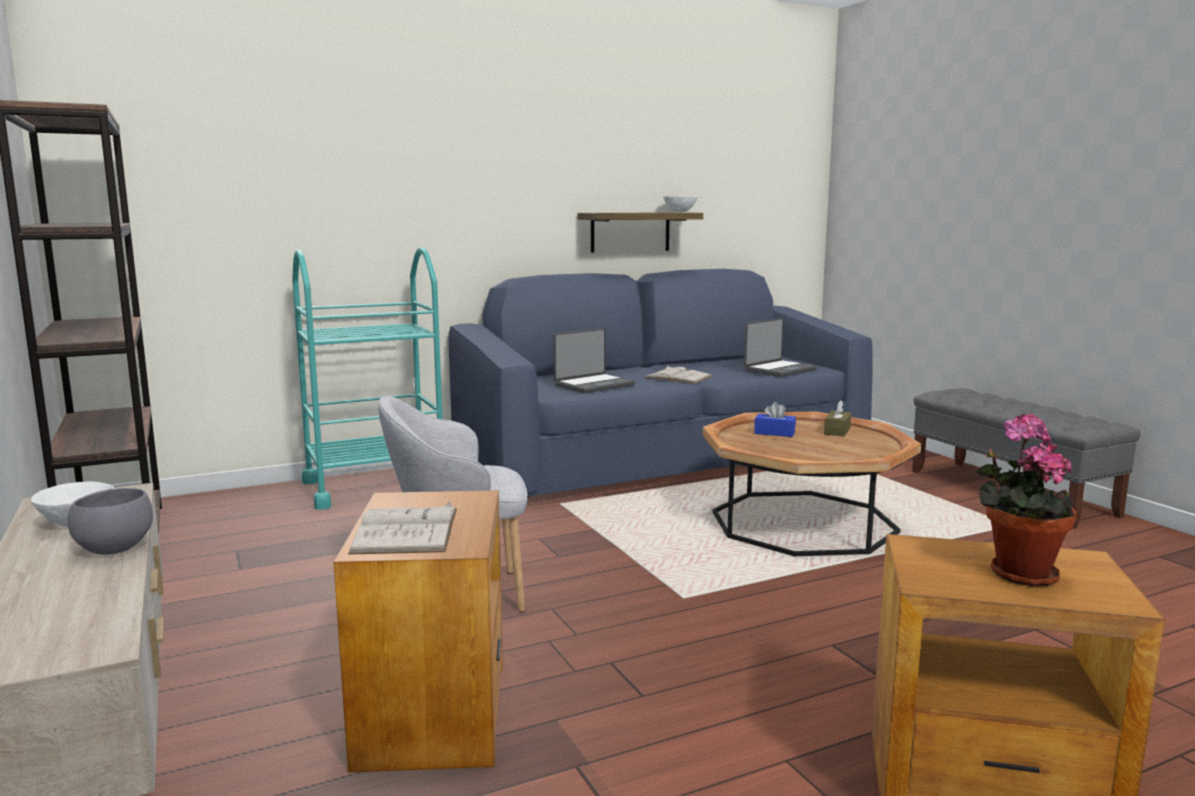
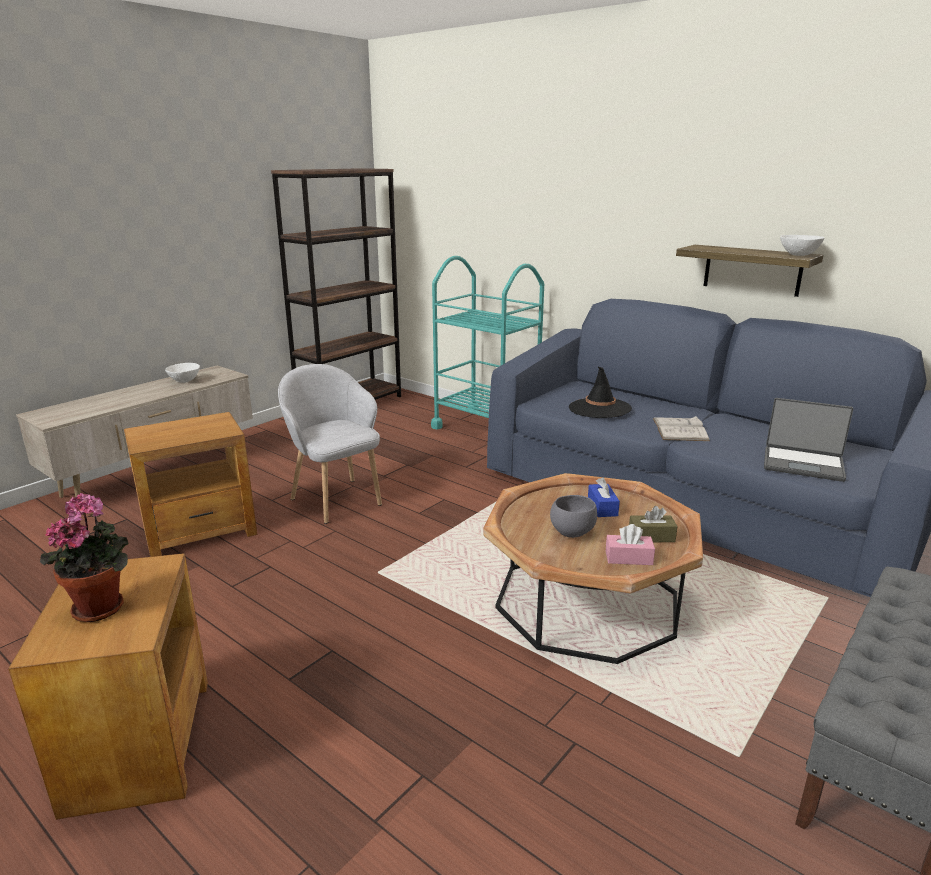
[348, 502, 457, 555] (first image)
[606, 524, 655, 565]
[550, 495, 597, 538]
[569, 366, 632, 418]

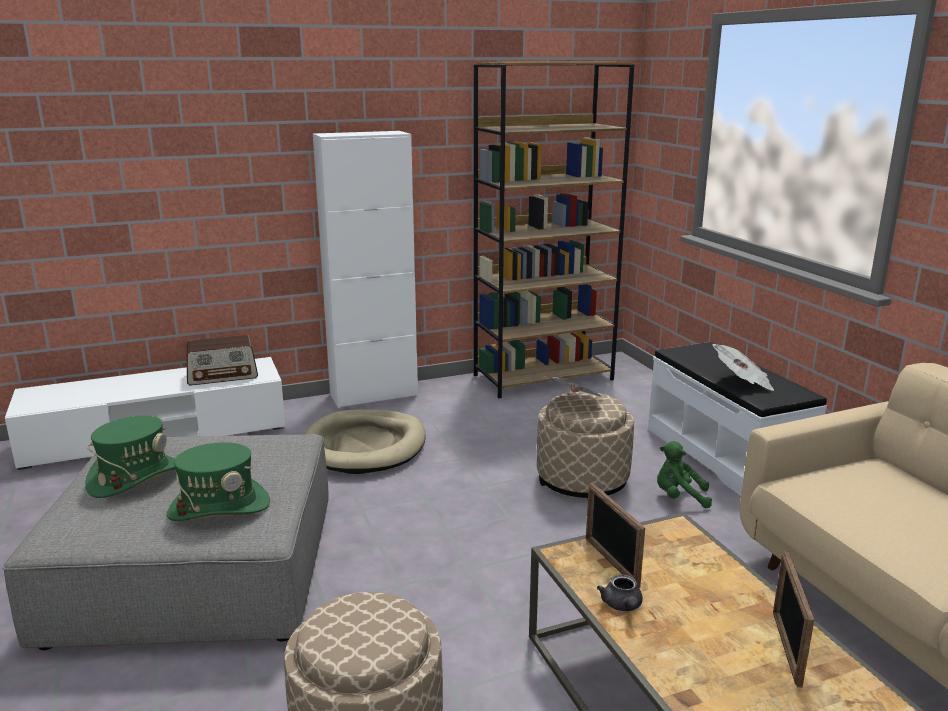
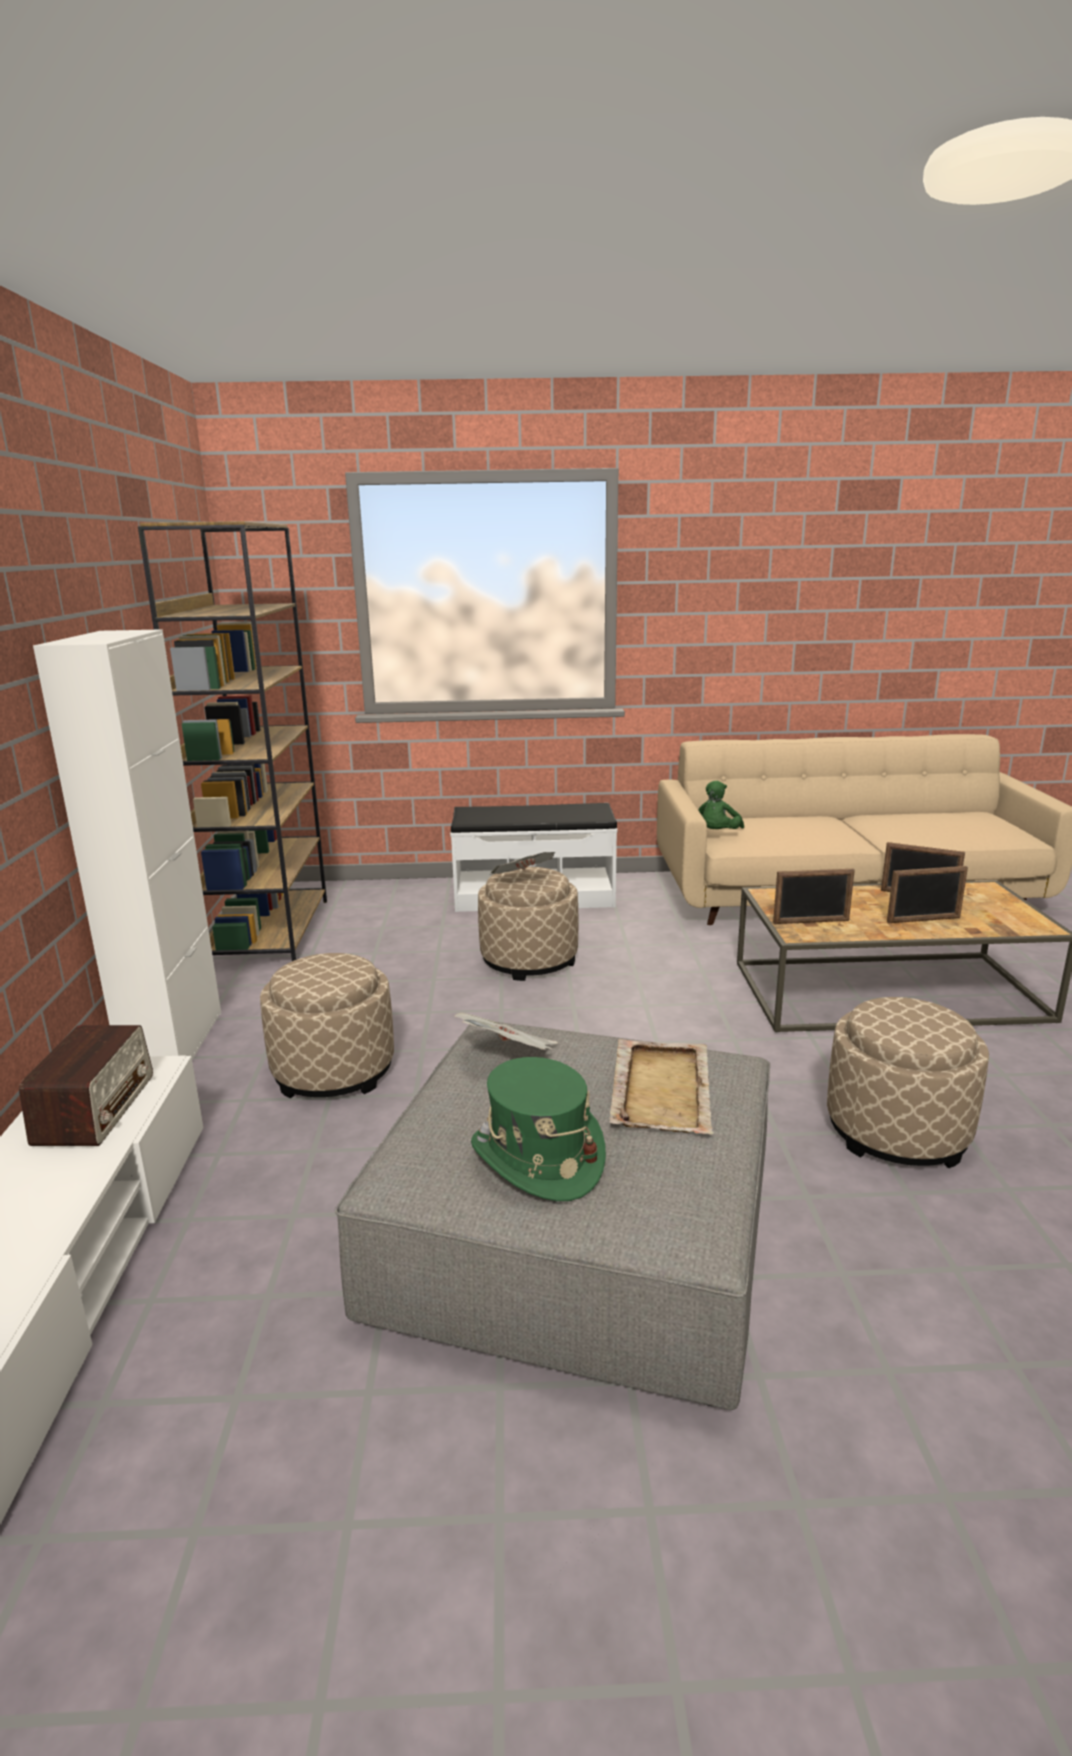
[597, 574, 643, 611] (first image)
[887, 866, 968, 923]
[698, 781, 744, 829]
[454, 1013, 558, 1050]
[609, 1039, 714, 1135]
[260, 953, 394, 1098]

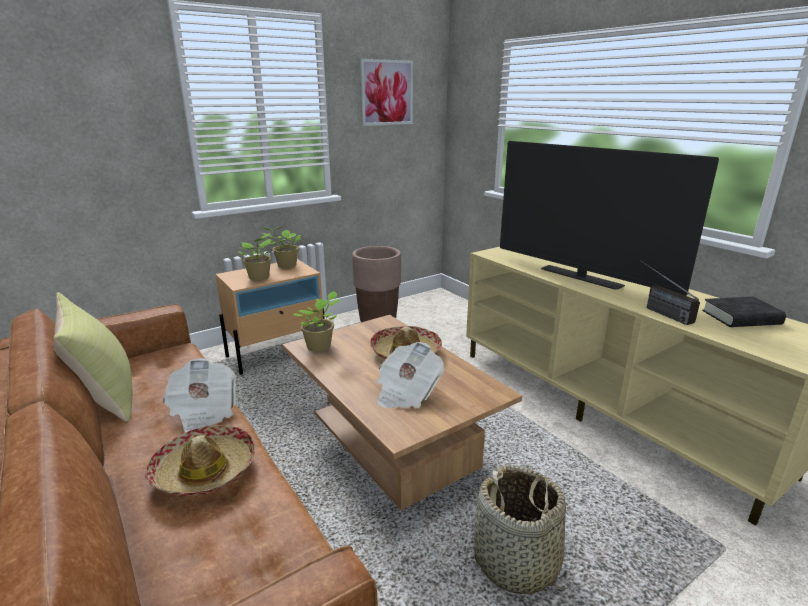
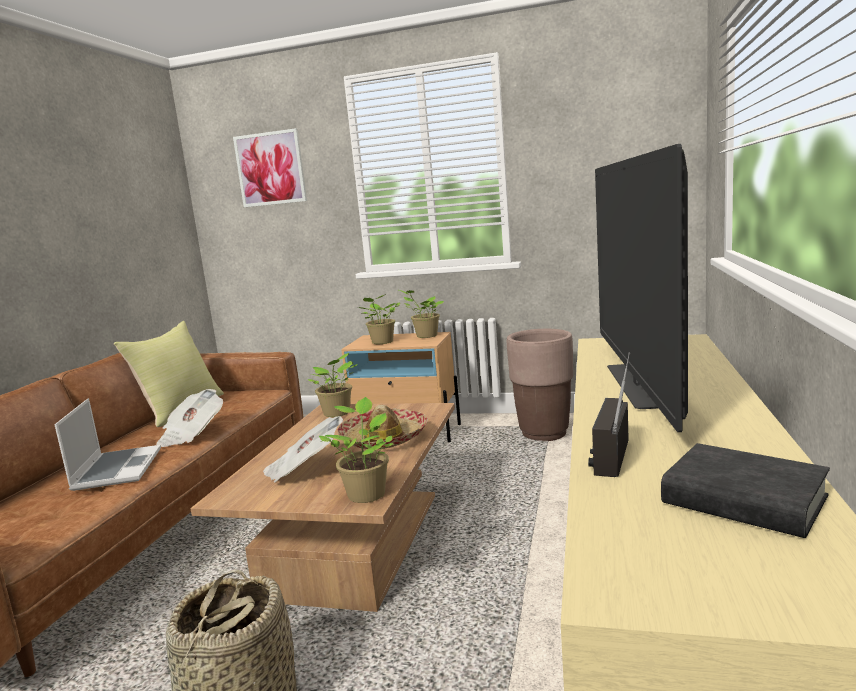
[319, 397, 394, 503]
[233, 128, 307, 207]
[55, 398, 161, 491]

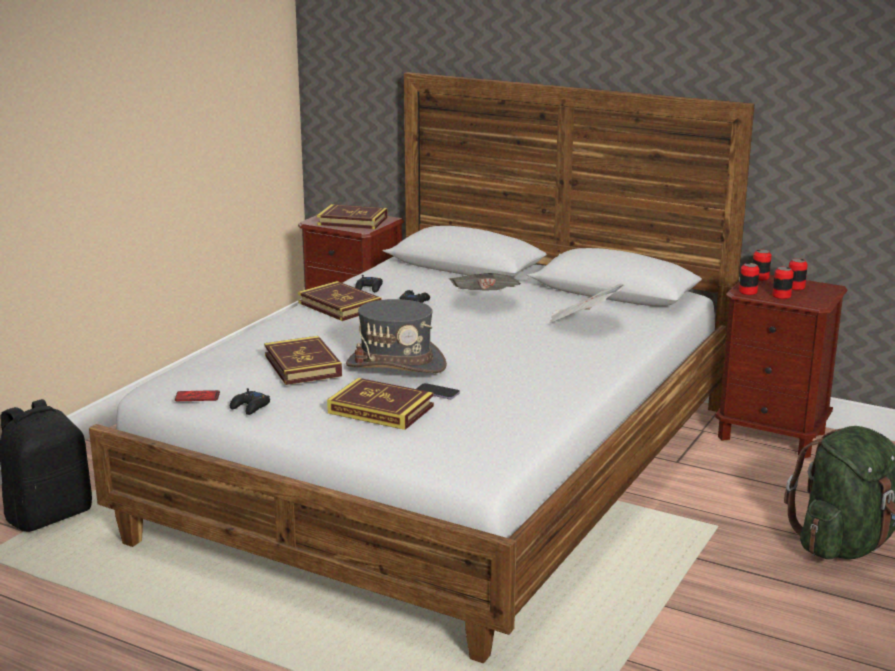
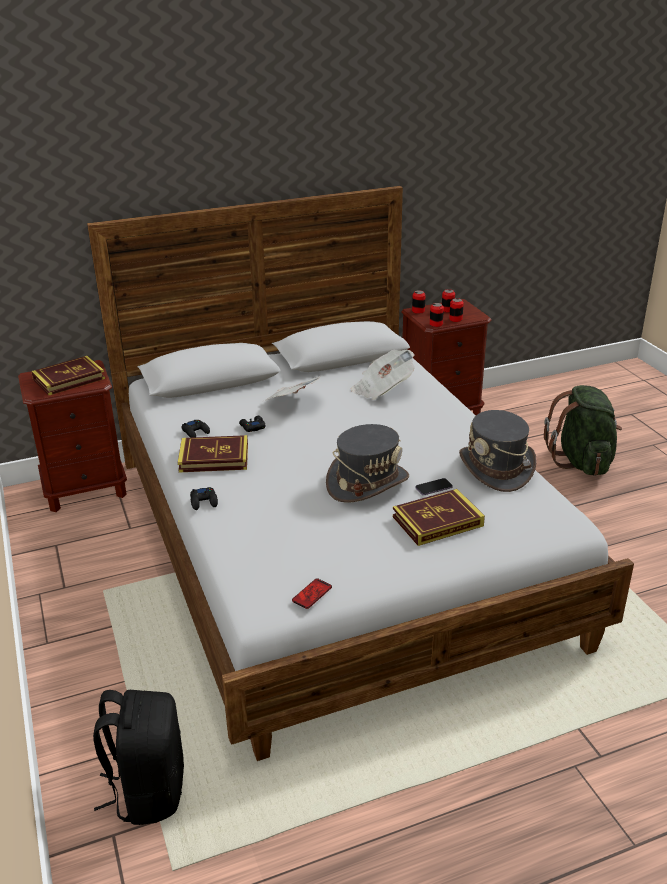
[264, 336, 342, 385] (first image)
[459, 410, 537, 492]
[190, 487, 218, 510]

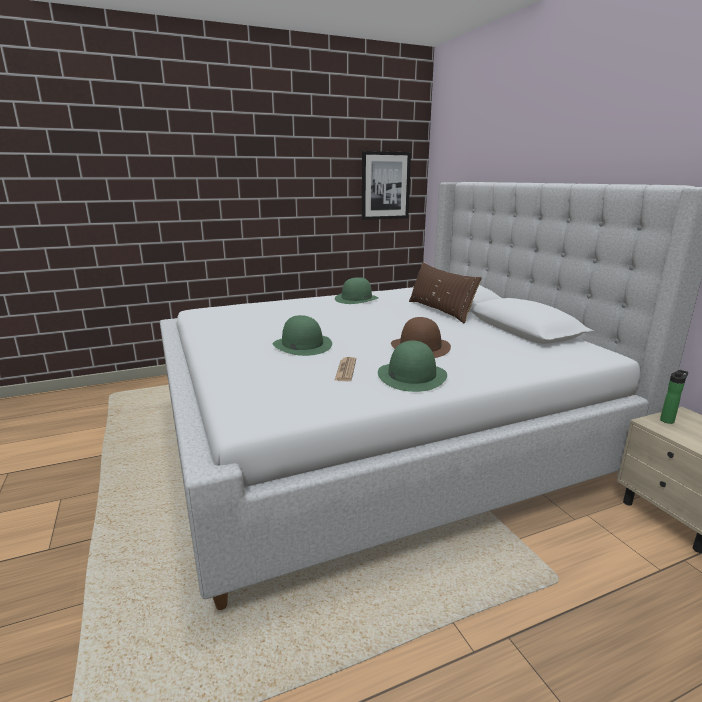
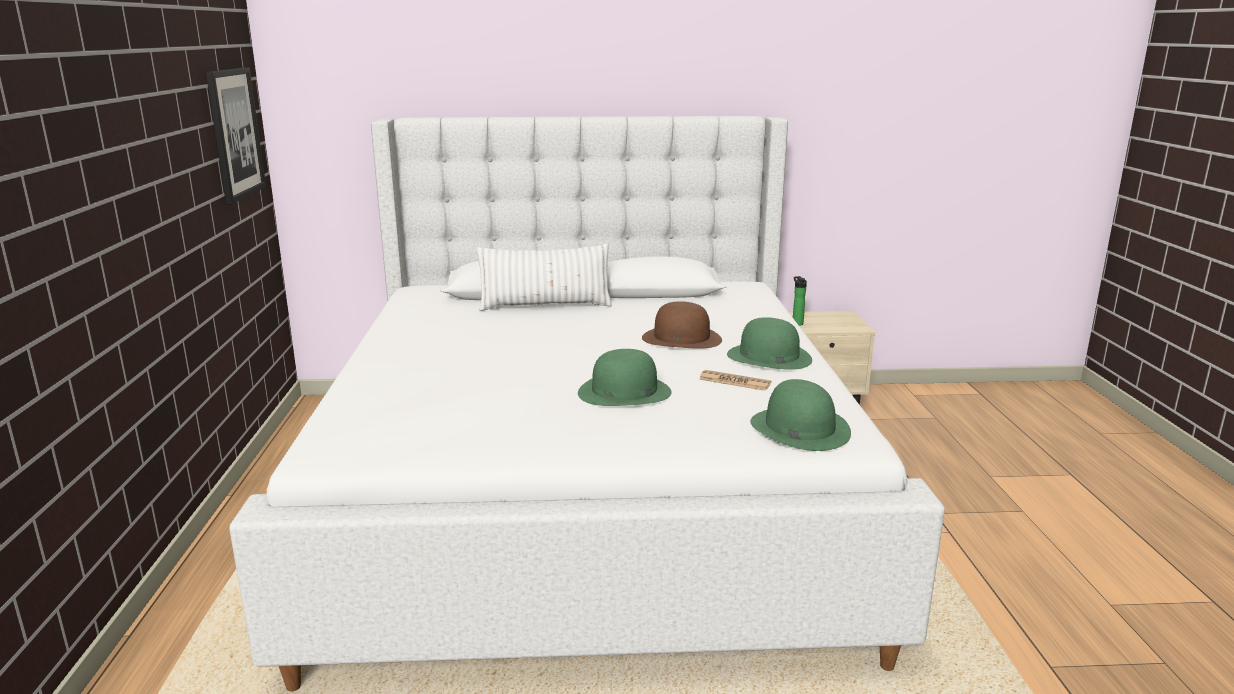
[750, 379, 851, 451]
[476, 244, 612, 311]

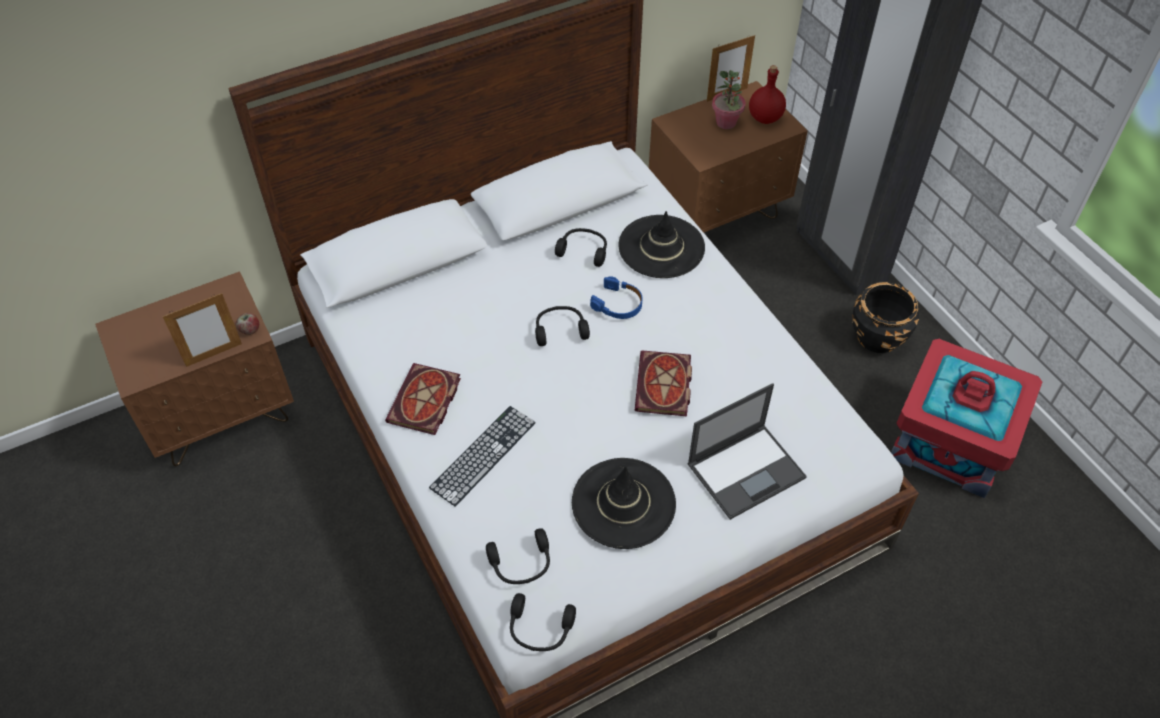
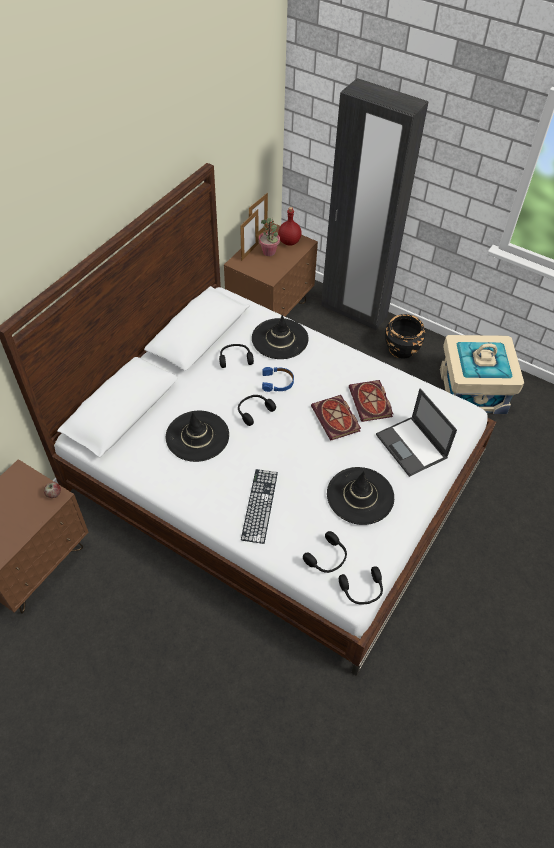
[166, 411, 229, 462]
[240, 209, 258, 261]
[349, 380, 393, 422]
[440, 335, 524, 414]
[376, 388, 457, 477]

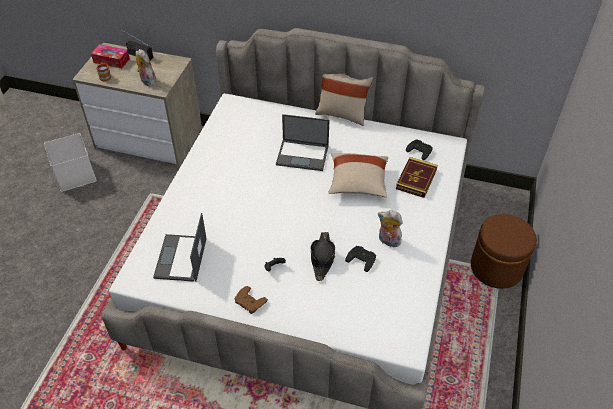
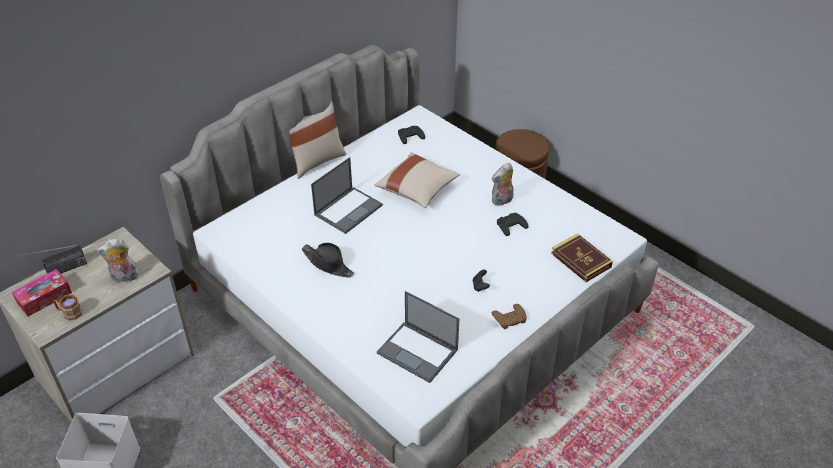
[301, 242, 354, 277]
[551, 233, 613, 282]

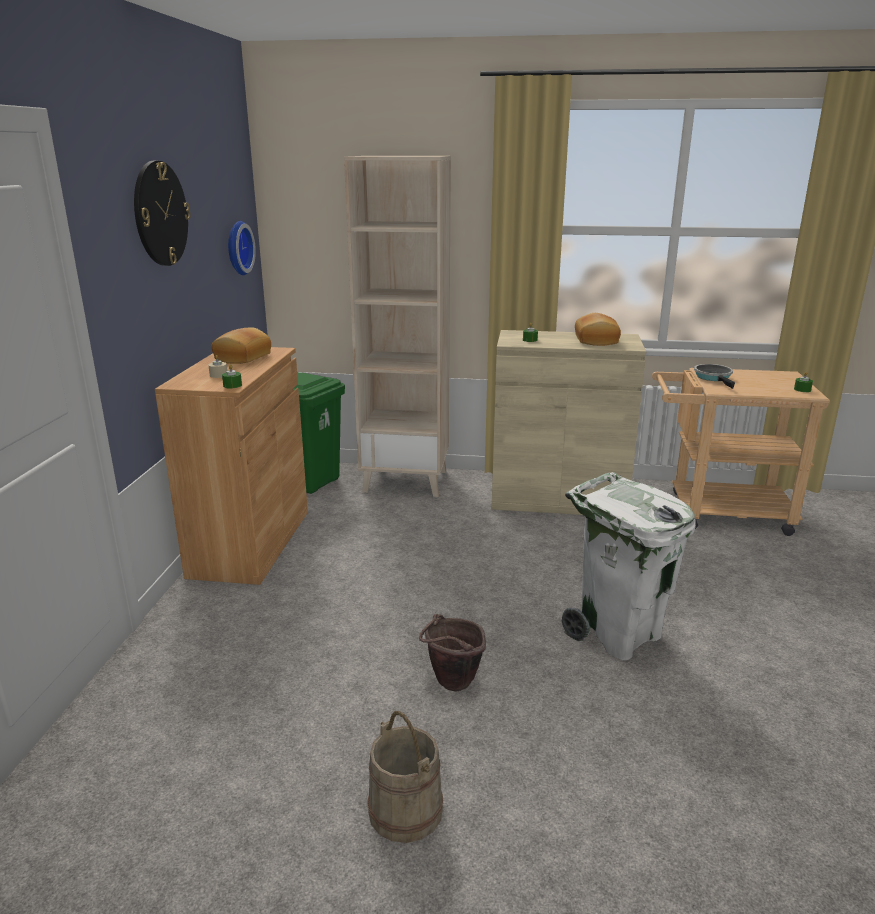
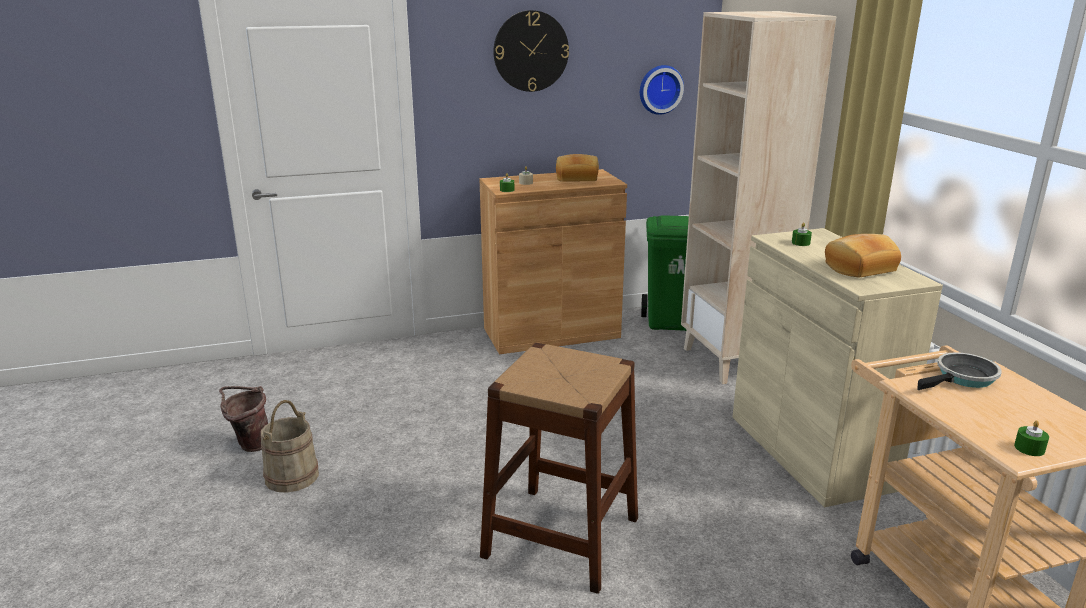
[219, 386, 268, 452]
[480, 343, 638, 594]

